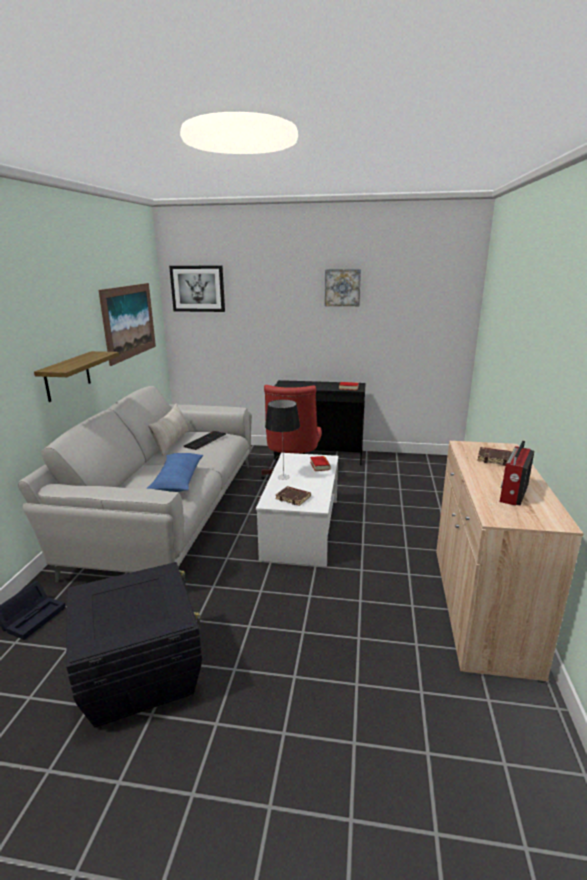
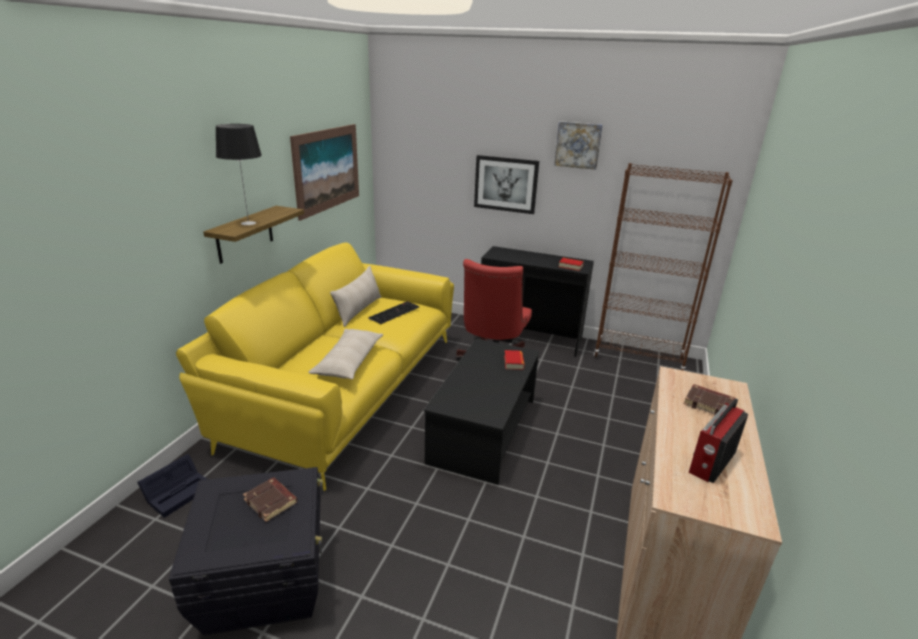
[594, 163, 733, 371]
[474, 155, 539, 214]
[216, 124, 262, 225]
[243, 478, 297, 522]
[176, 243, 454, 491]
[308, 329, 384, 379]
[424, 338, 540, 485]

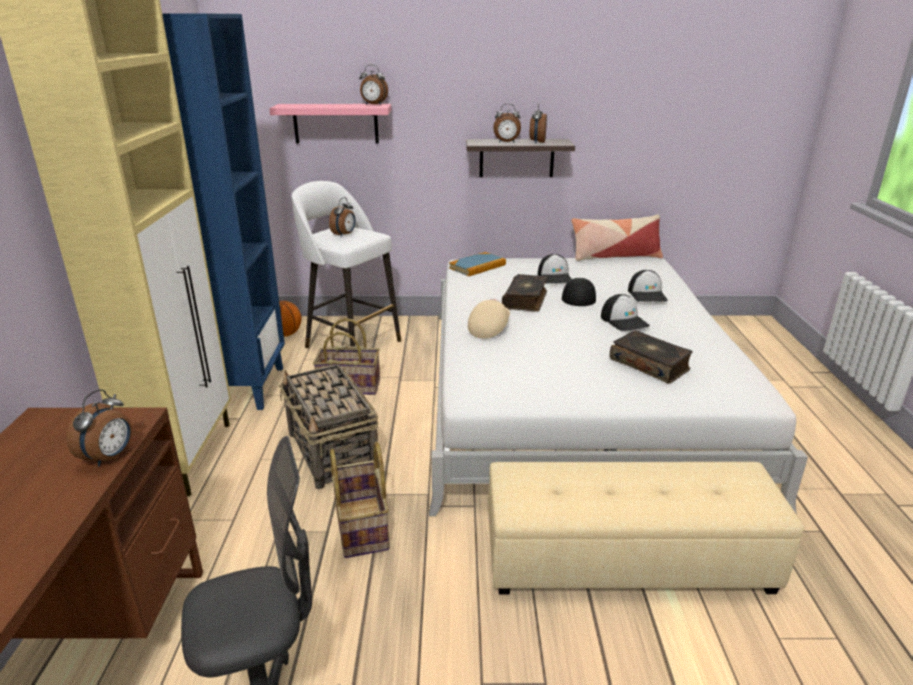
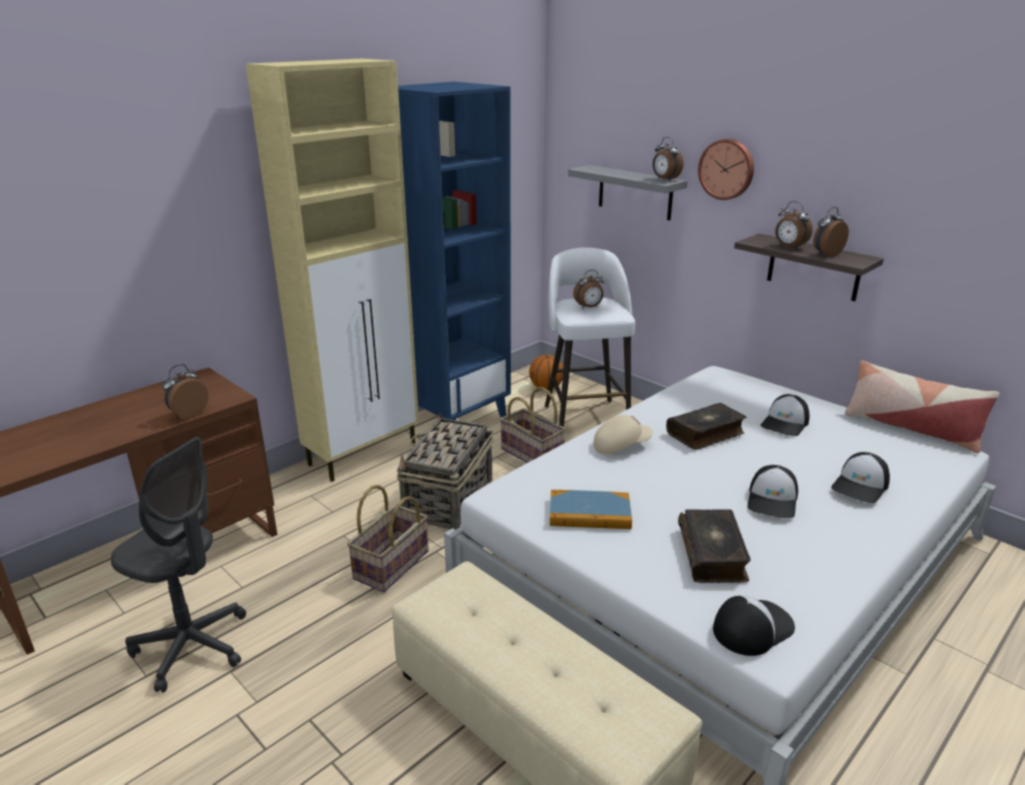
[698, 139, 754, 200]
[550, 490, 632, 529]
[713, 595, 795, 656]
[568, 165, 688, 220]
[162, 364, 209, 419]

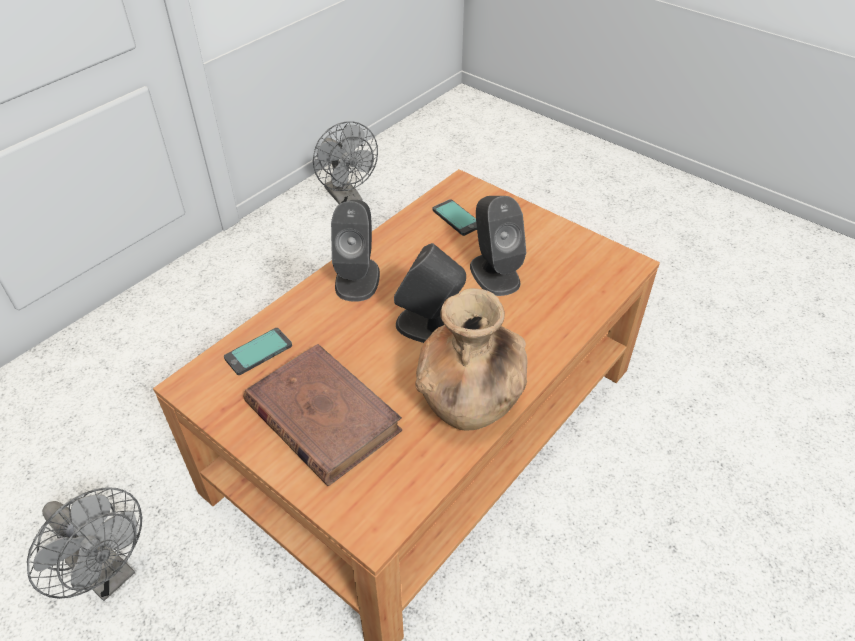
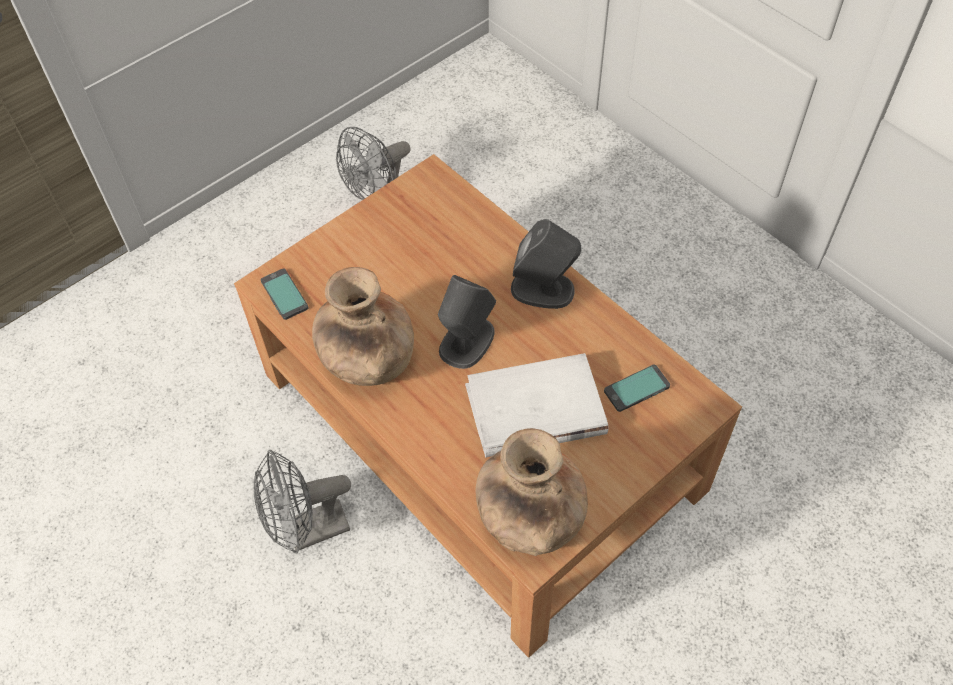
[244, 344, 402, 486] (first image)
[475, 428, 588, 556]
[261, 268, 309, 320]
[254, 450, 351, 553]
[465, 353, 608, 457]

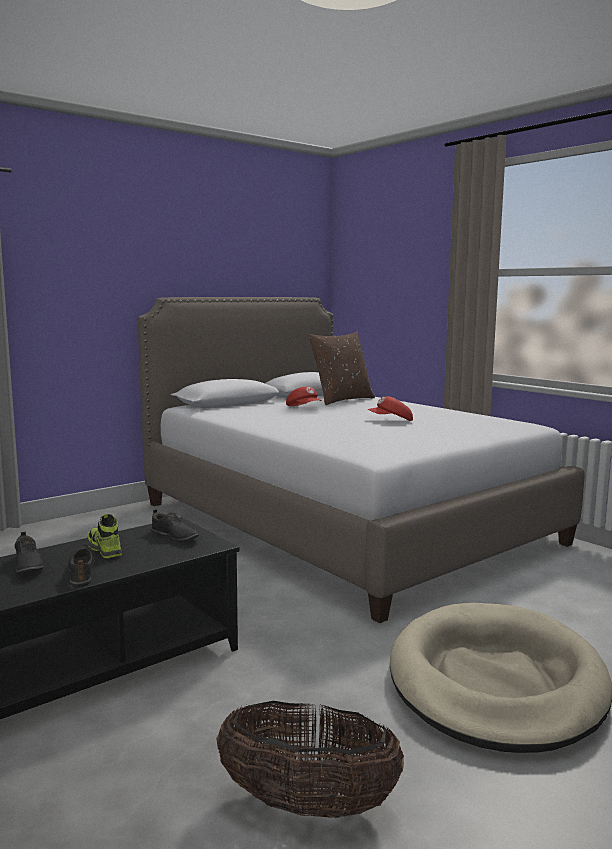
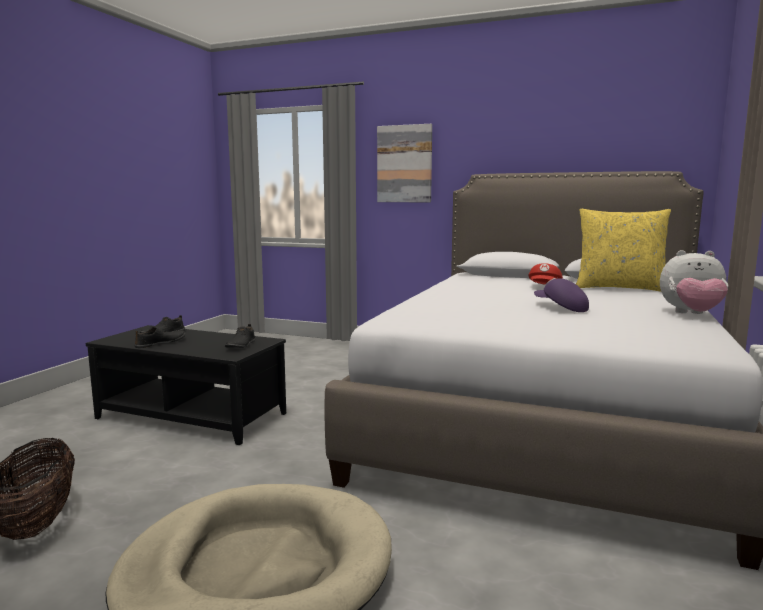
[87, 514, 122, 558] (first image)
[377, 124, 432, 202]
[660, 250, 729, 314]
[576, 209, 671, 292]
[534, 278, 589, 312]

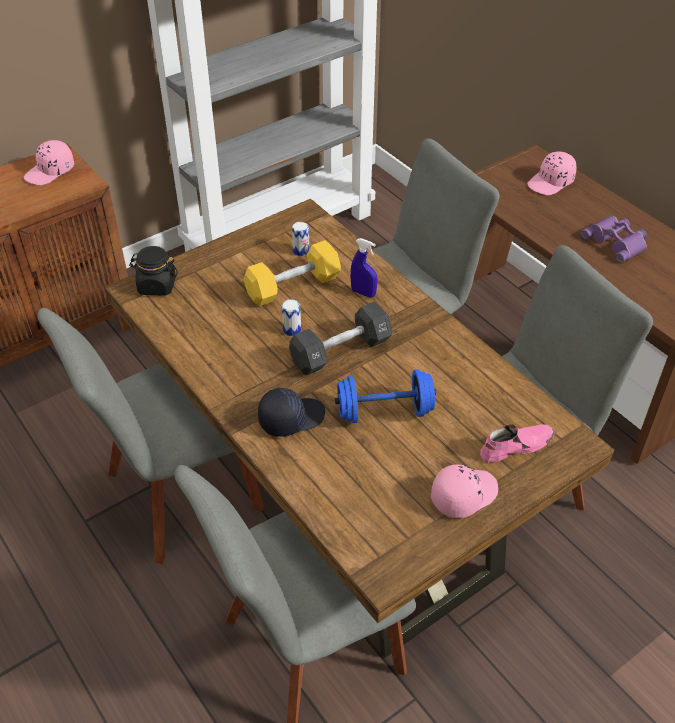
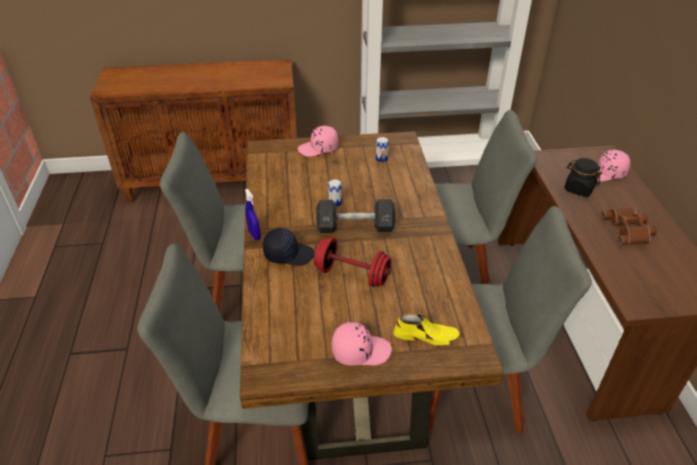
[244, 240, 341, 306] (first image)
[298, 126, 338, 156]
[564, 158, 602, 197]
[245, 189, 261, 240]
[314, 237, 391, 287]
[393, 312, 461, 346]
[601, 208, 657, 245]

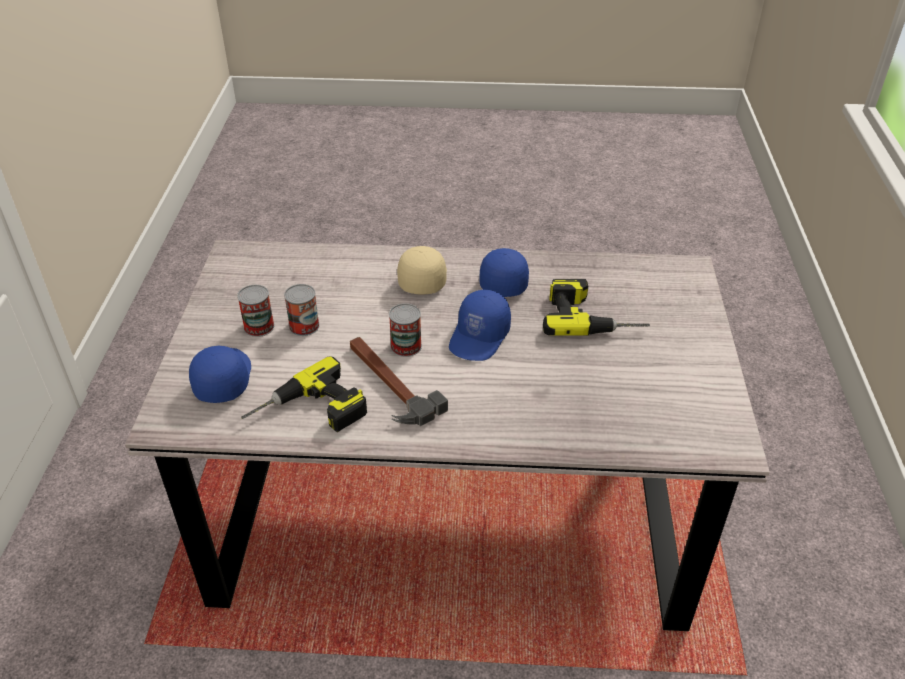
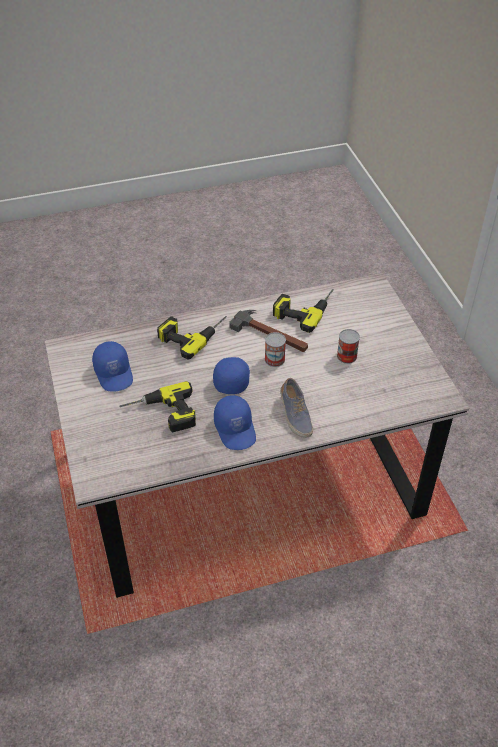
[237, 285, 274, 337] (first image)
[157, 316, 227, 359]
[92, 341, 133, 391]
[280, 378, 313, 438]

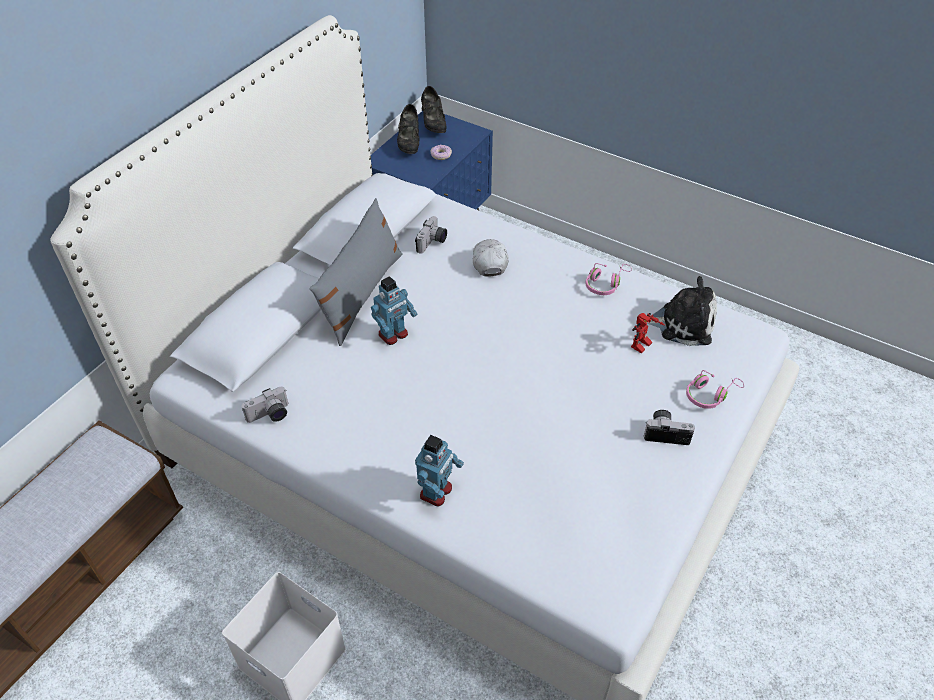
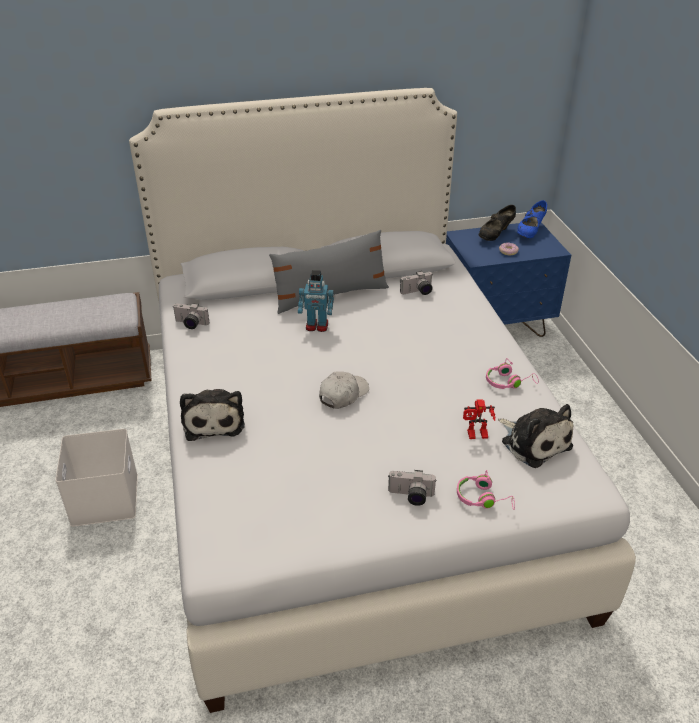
[319, 371, 369, 409]
[180, 389, 245, 441]
[517, 200, 547, 238]
[388, 470, 437, 506]

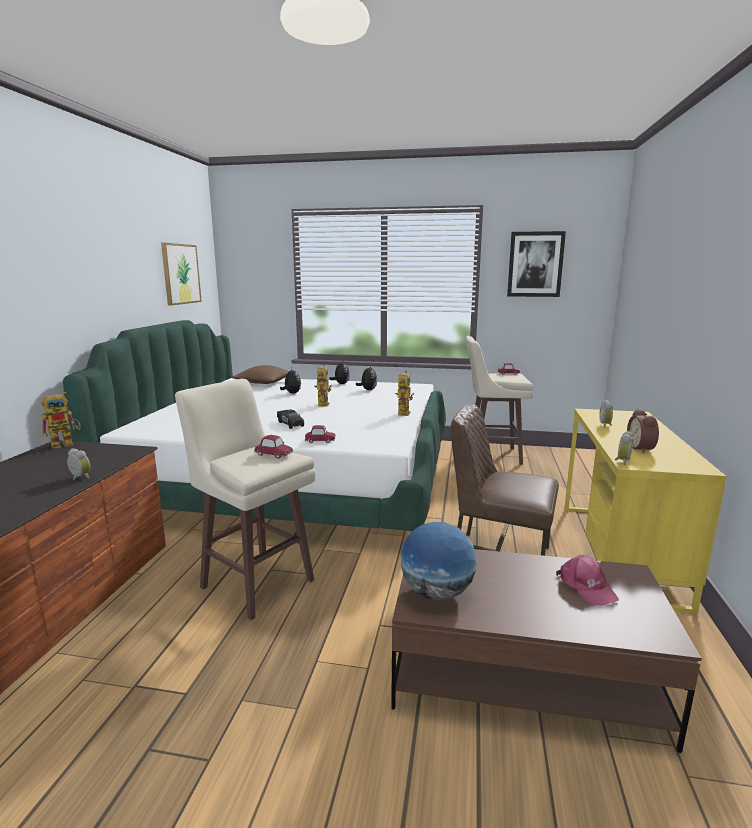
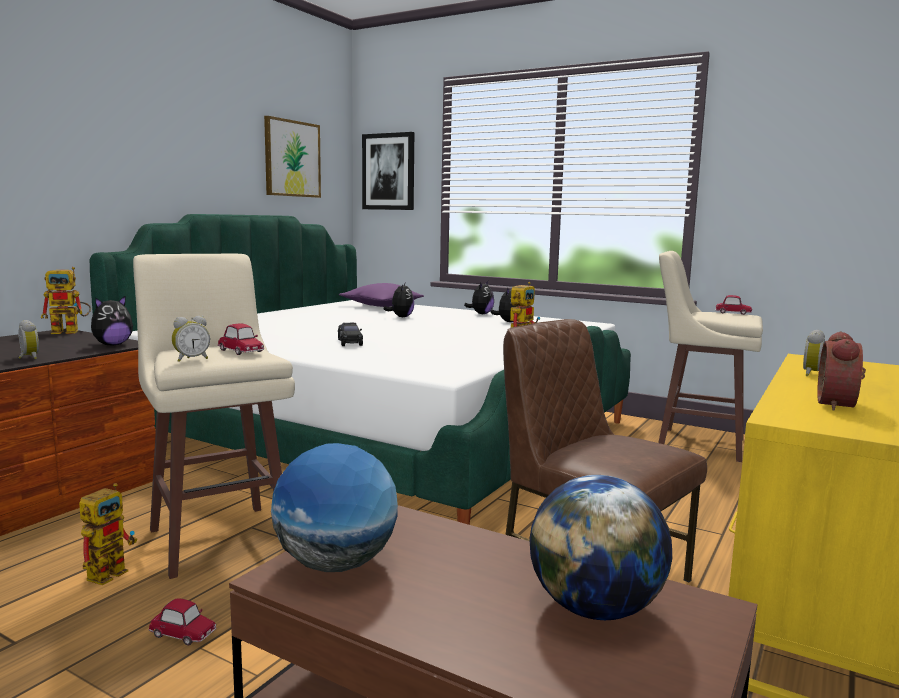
[91, 296, 133, 346]
[149, 598, 216, 645]
[79, 483, 137, 585]
[362, 132, 414, 210]
[172, 316, 210, 362]
[529, 475, 672, 620]
[339, 283, 424, 307]

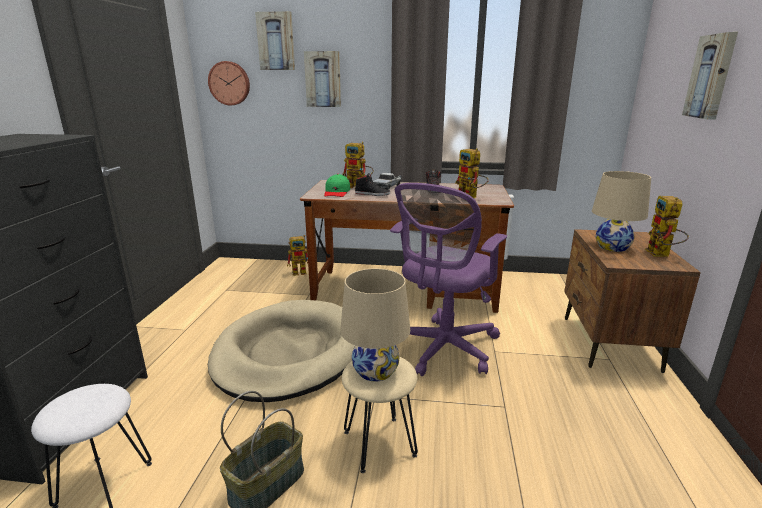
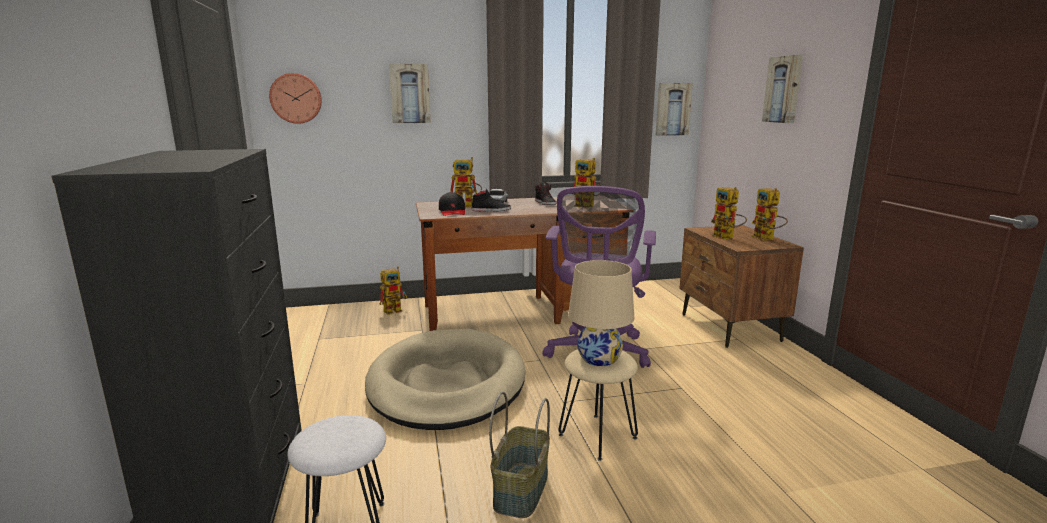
[656, 83, 693, 136]
[711, 187, 747, 239]
[439, 192, 465, 216]

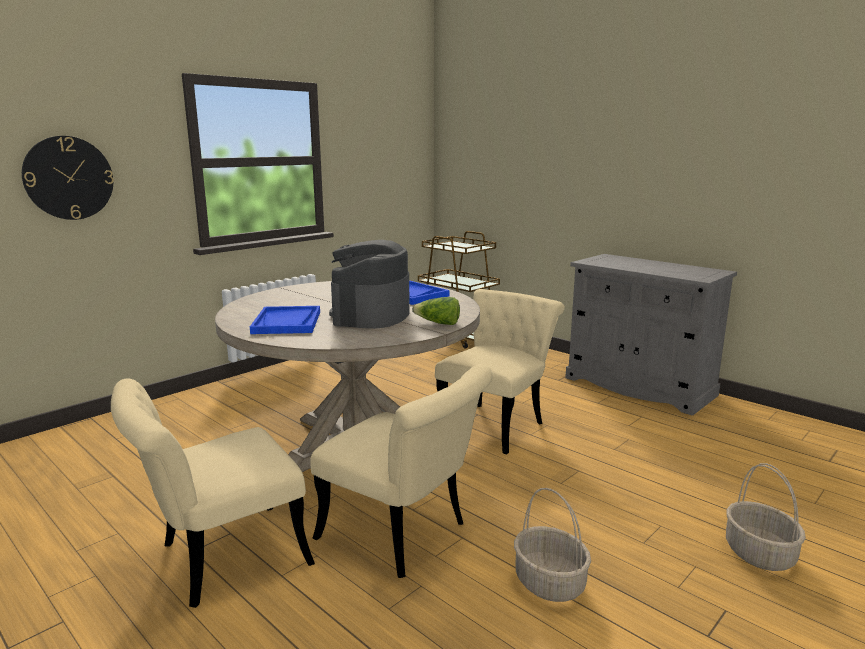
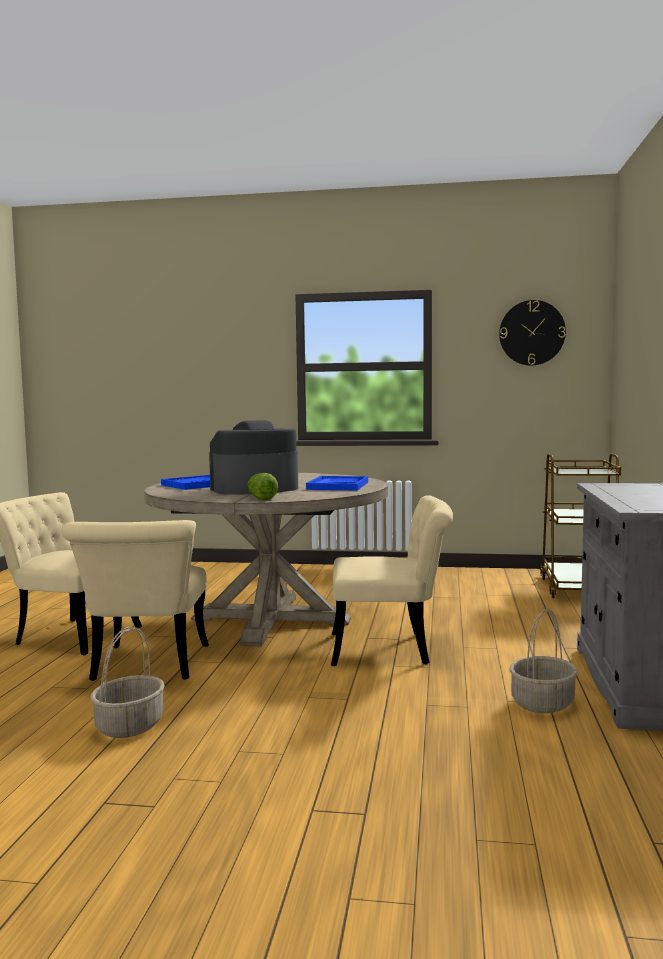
[499, 300, 566, 366]
[509, 609, 578, 713]

